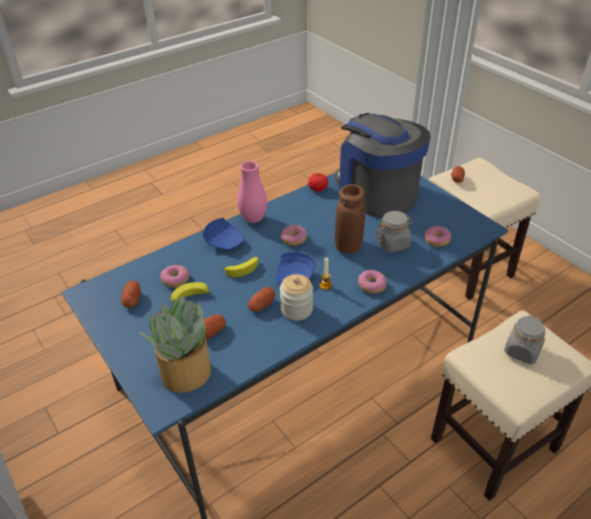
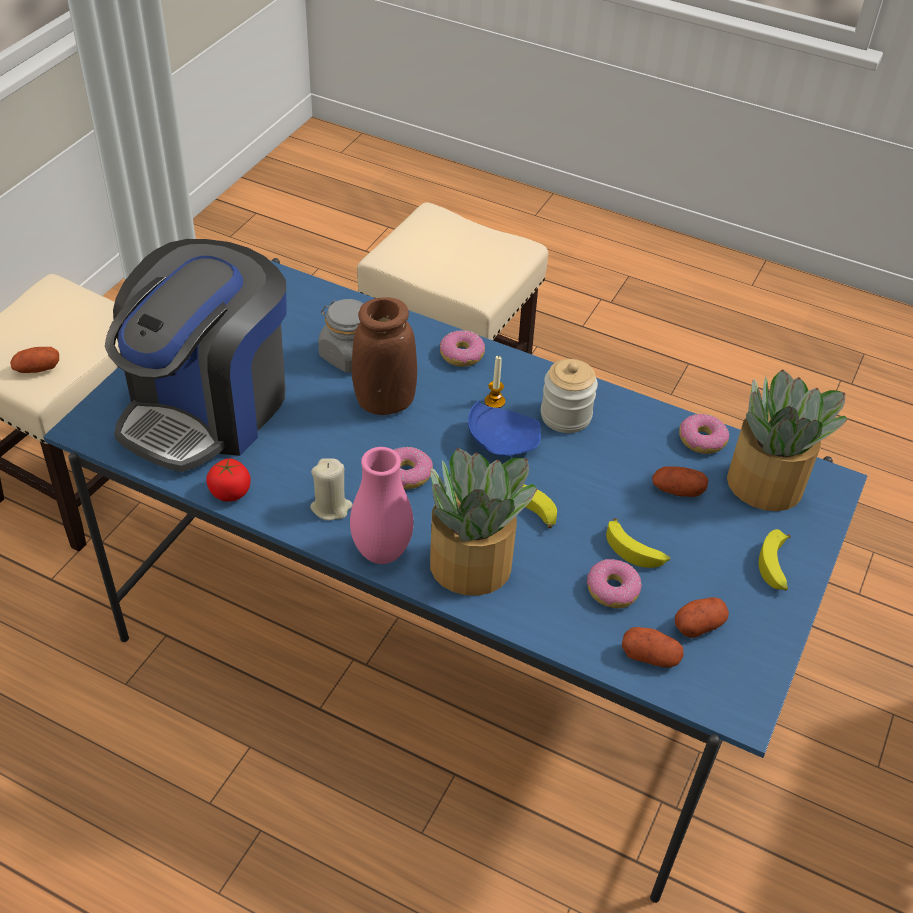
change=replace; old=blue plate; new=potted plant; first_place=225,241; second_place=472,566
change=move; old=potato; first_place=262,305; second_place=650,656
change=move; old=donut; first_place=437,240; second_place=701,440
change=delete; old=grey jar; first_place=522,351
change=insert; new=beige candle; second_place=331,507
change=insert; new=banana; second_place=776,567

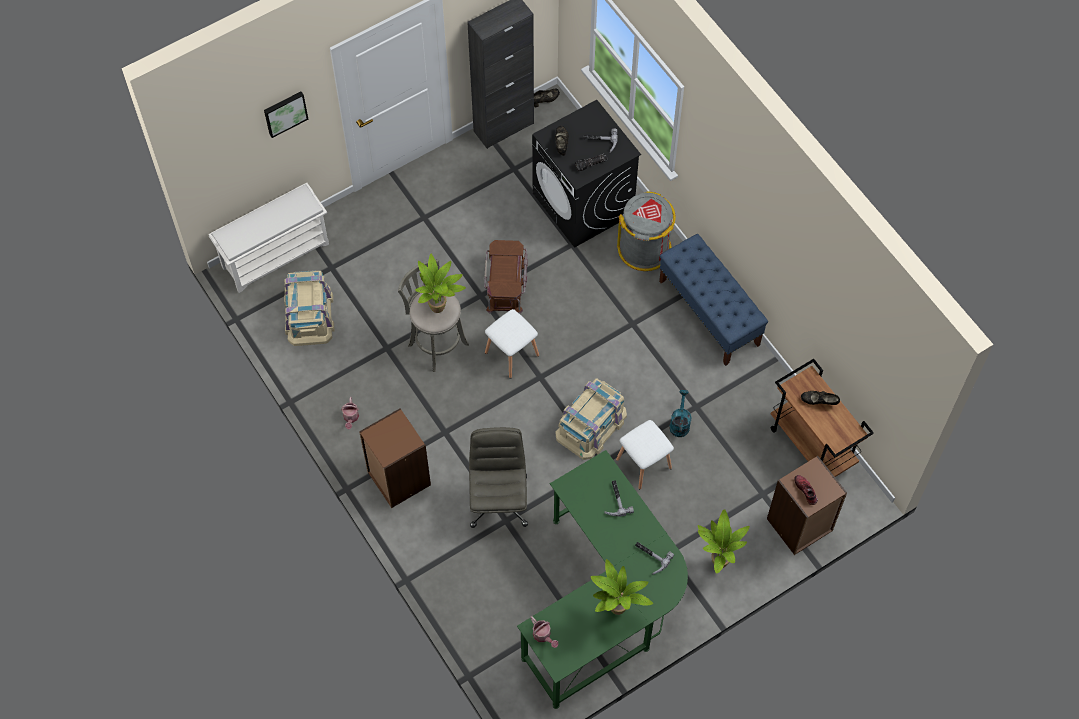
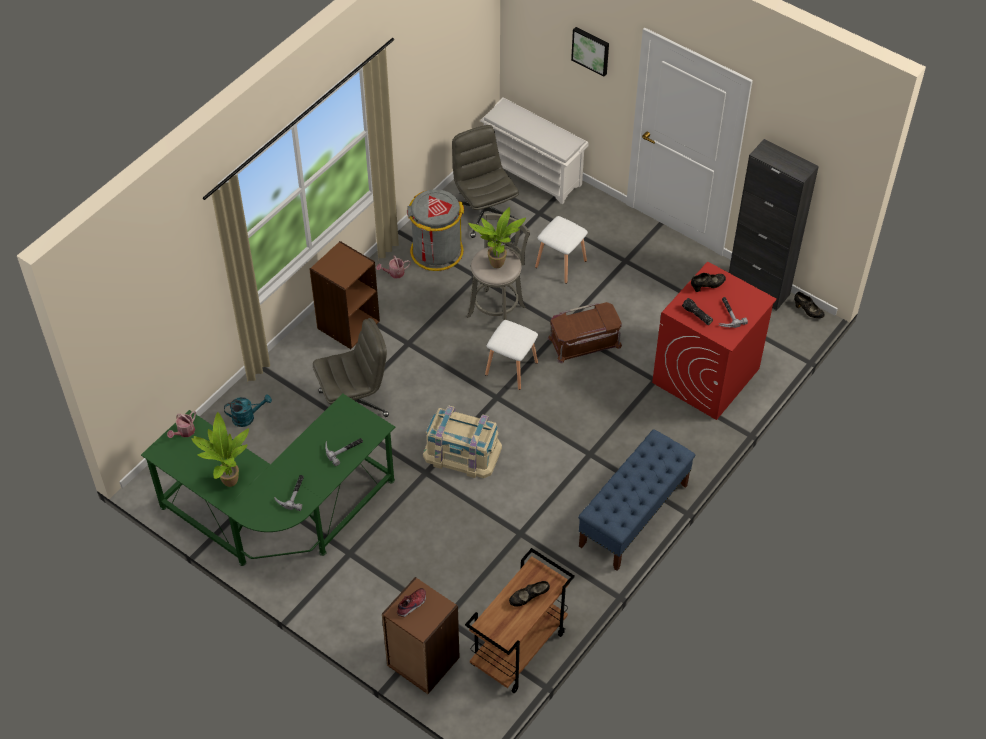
change=replace; old=beige storage box; new=grey office chair; first_place=309,315; second_place=484,213
change=recolor; old=black washing machine; new=red washing machine; first_place=583,204; second_place=705,376
change=move; old=white stool; first_place=644,463; second_place=561,264
change=move; old=grey trash can; first_place=645,248; second_place=436,251
change=move; old=turquoise watering can; first_place=679,423; second_place=247,417
change=delete; old=potted plant; first_place=717,562
change=rotate; old=black shoe; first_place=819,402; second_place=529,598; degrees=-105

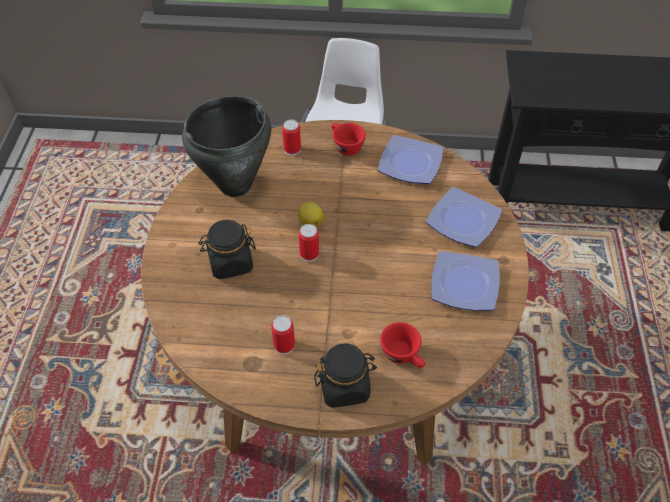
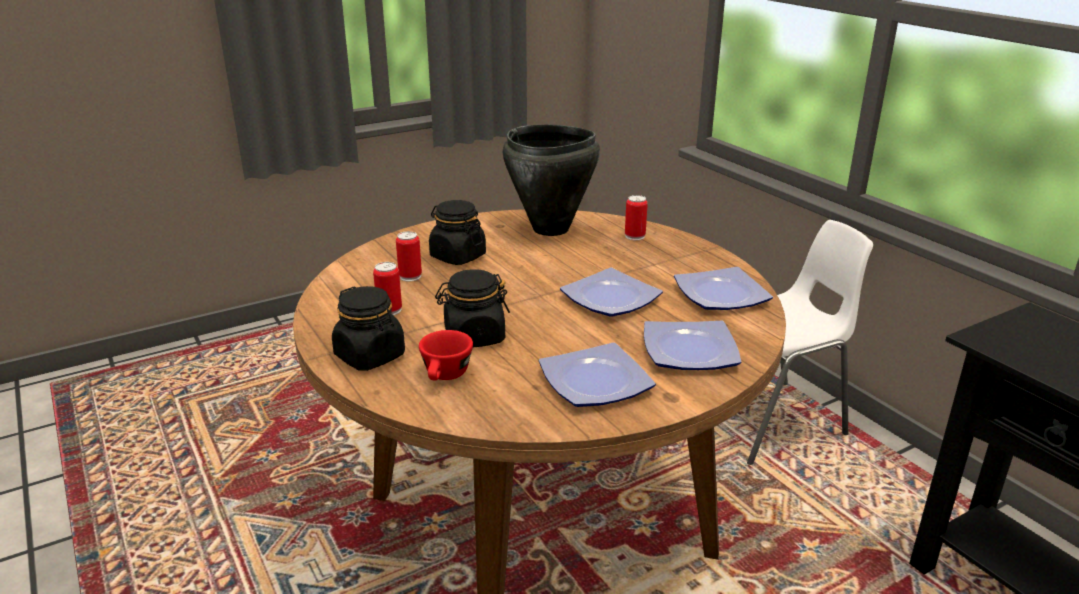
change=delete; old=lemon; first_place=311,222
change=move; old=can; first_place=309,254; second_place=410,276
change=delete; old=red cup; first_place=345,146
change=insert; new=black jar; second_place=474,336
change=insert; new=plate; second_place=612,298

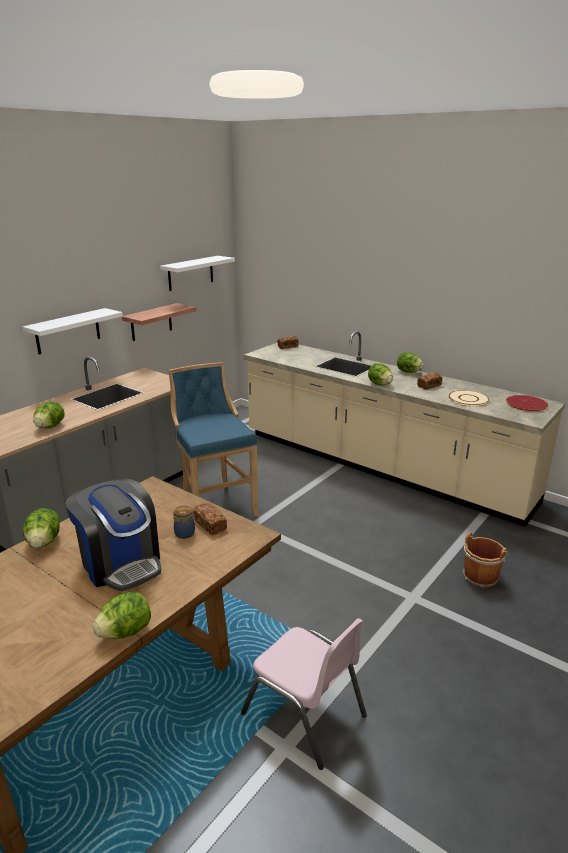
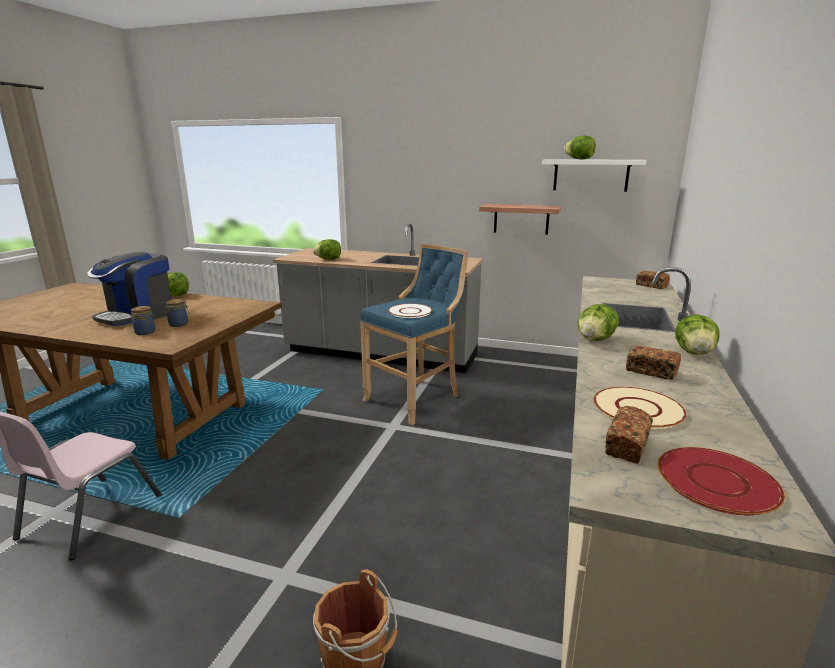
change=delete; old=white shelf; first_place=68,331
change=move; old=lettuce; first_place=125,632; second_place=579,159
change=move; old=bread; first_place=210,525; second_place=627,446
change=insert; new=jar; second_place=145,332
change=insert; new=white plate; second_place=410,312

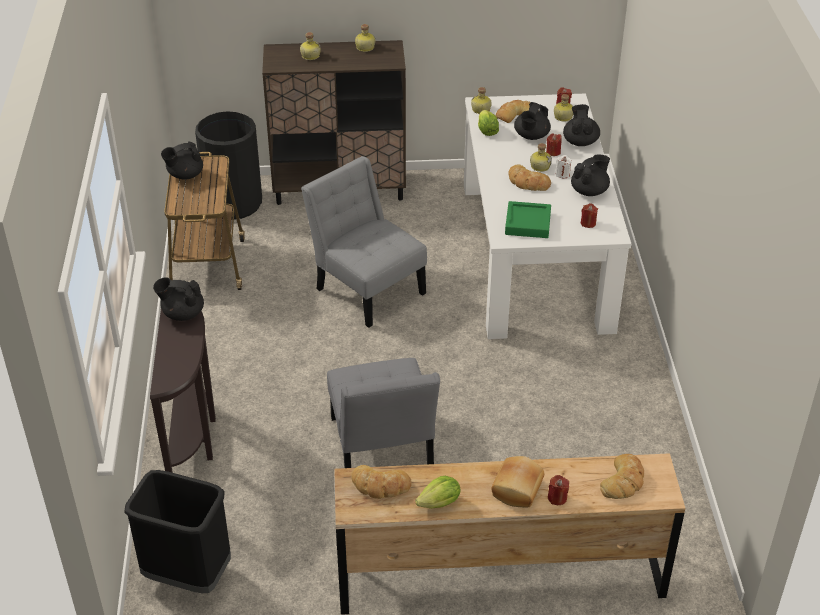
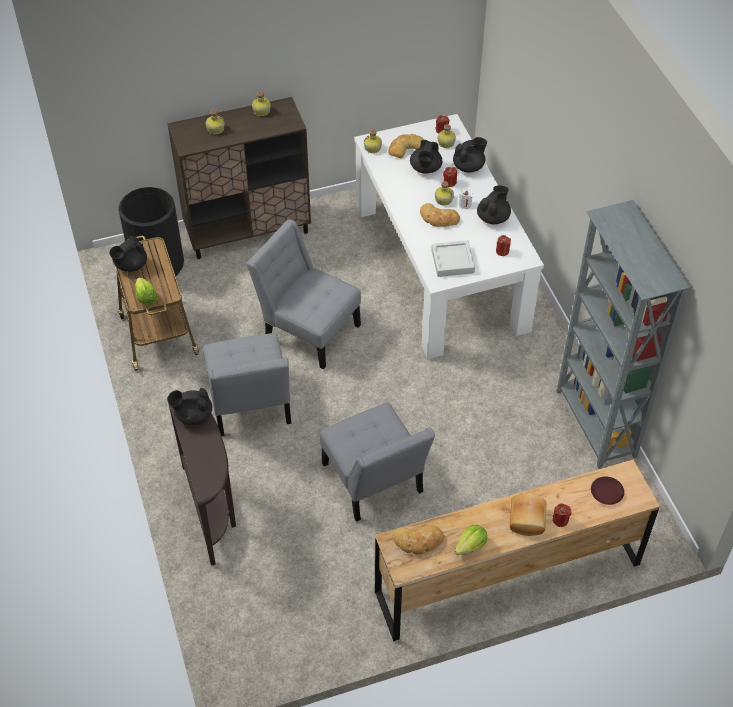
change=delete; old=black trash can; first_place=187,575
change=move; old=lettuce; first_place=487,130; second_place=146,297
change=recolor; old=green tray; new=grey tray; first_place=527,223; second_place=452,261
change=rotate; old=black teapot; first_place=580,141; second_place=469,167; degrees=75
change=replace; old=bread; new=brown plate; first_place=624,481; second_place=606,492
change=insert; new=grey chair; second_place=250,406
change=insert; new=grey bookcase; second_place=595,424

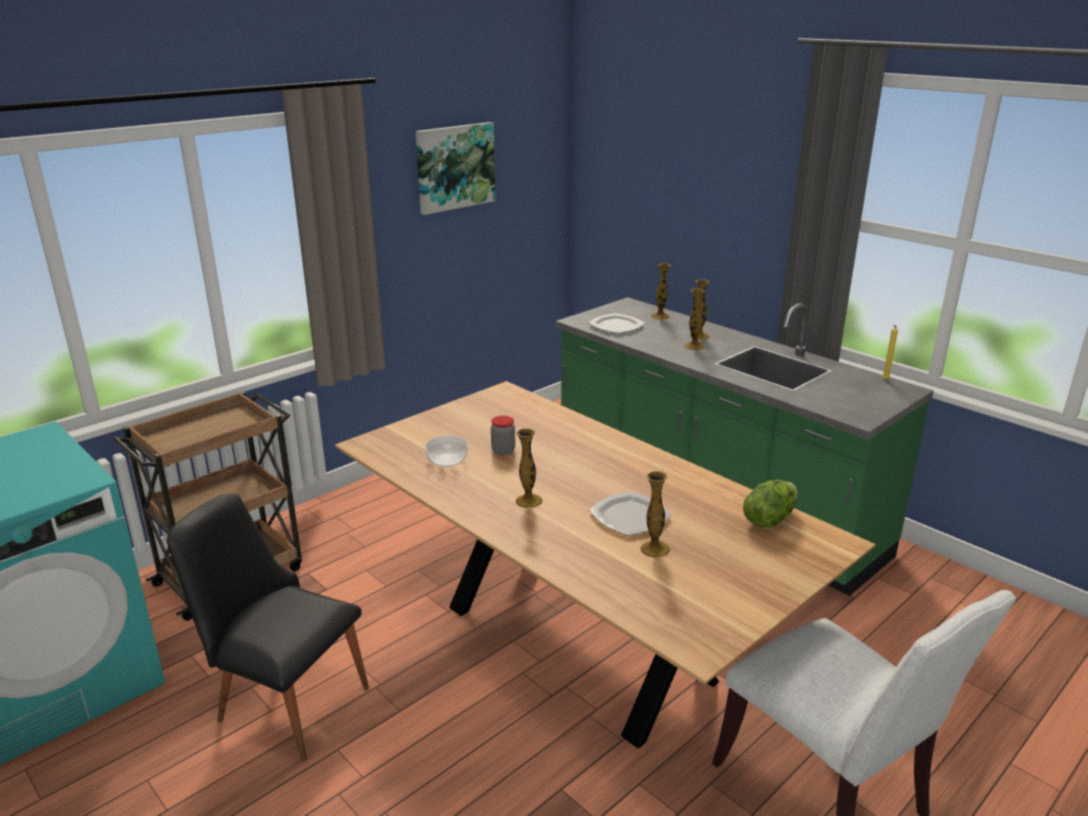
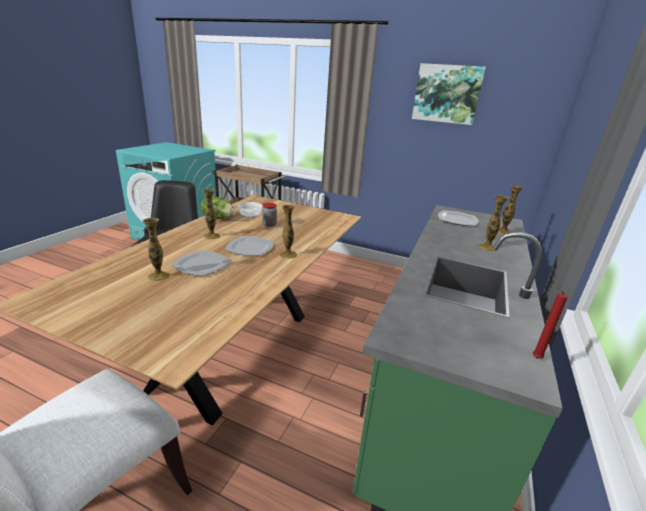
change=move; old=vase; first_place=694,346; second_place=288,255
change=move; old=lettuce; first_place=768,519; second_place=218,218
change=recolor; old=yellow candle; new=red candle; first_place=885,380; second_place=534,357
change=insert; new=plate; second_place=249,248

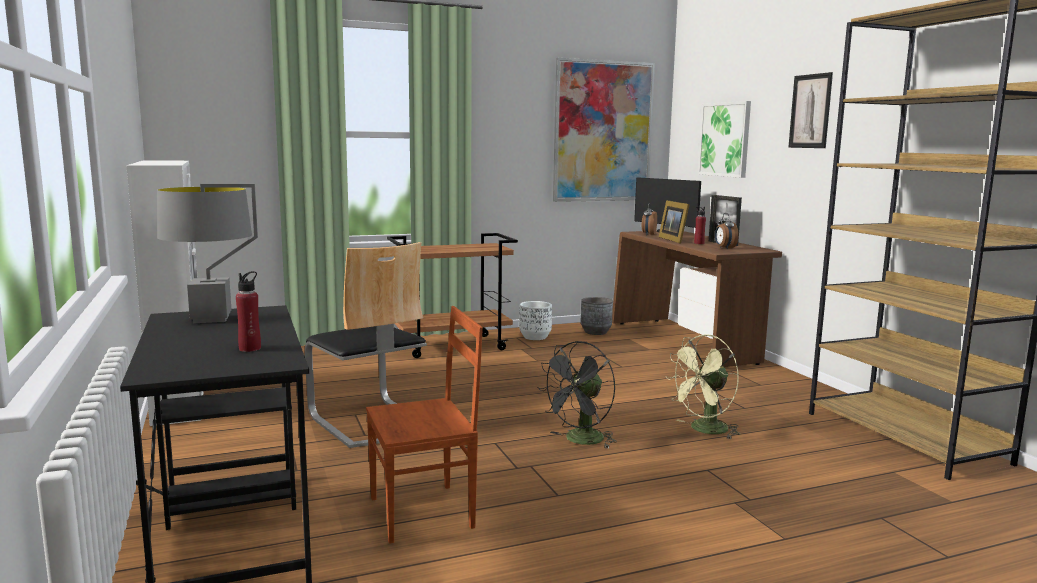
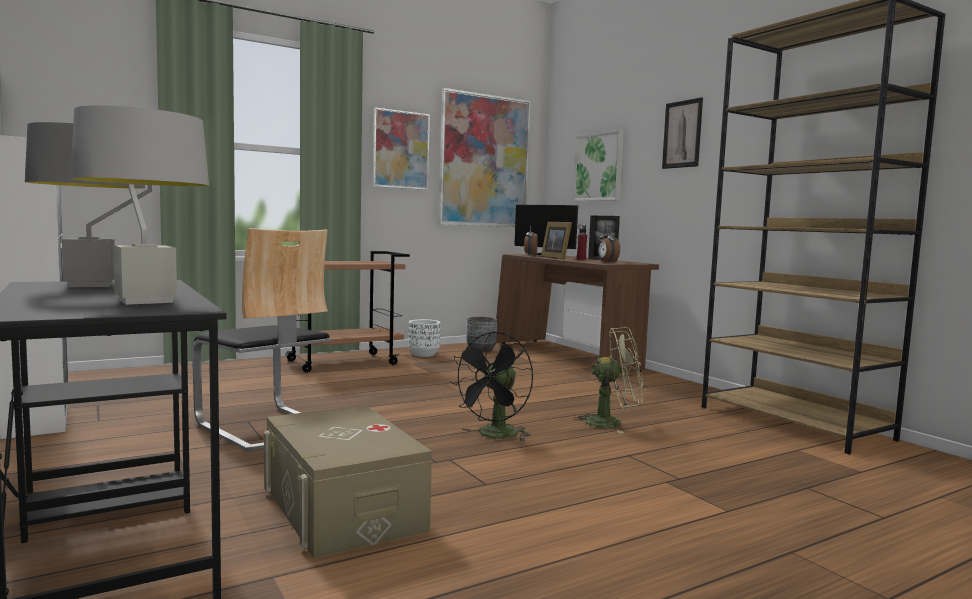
change=replace; old=red bottle; new=grey table lamp; first_place=250,348; second_place=145,301
change=replace; old=brown chair; new=beige storage box; first_place=424,513; second_place=343,508
change=rotate; old=green fan; first_place=704,430; second_place=612,423; degrees=-135
change=insert; new=picture; second_place=401,150

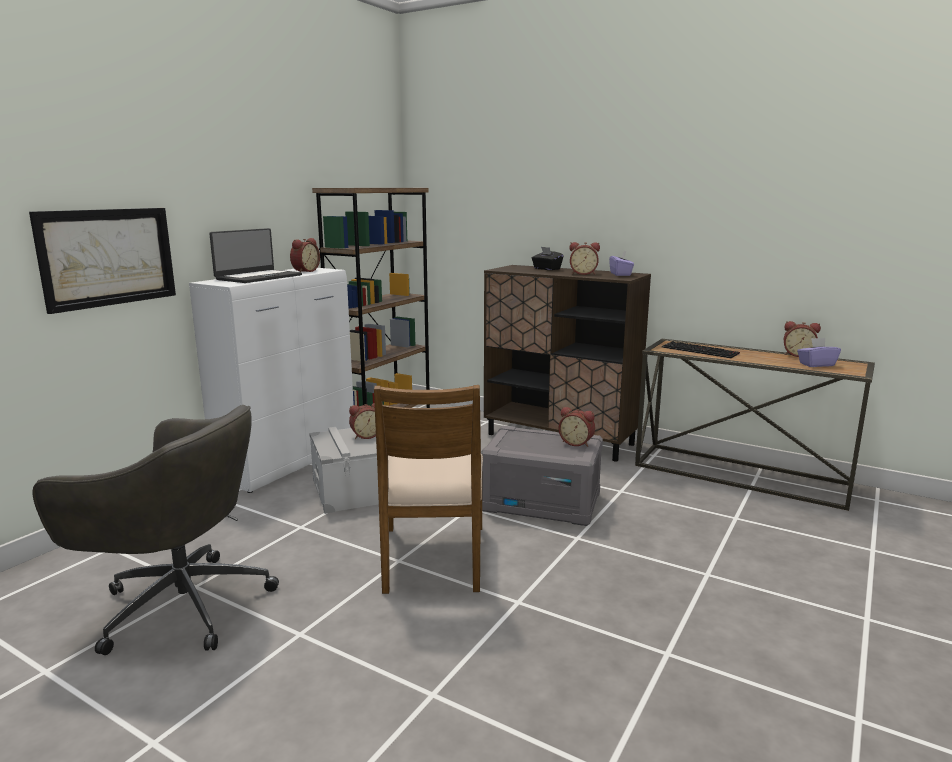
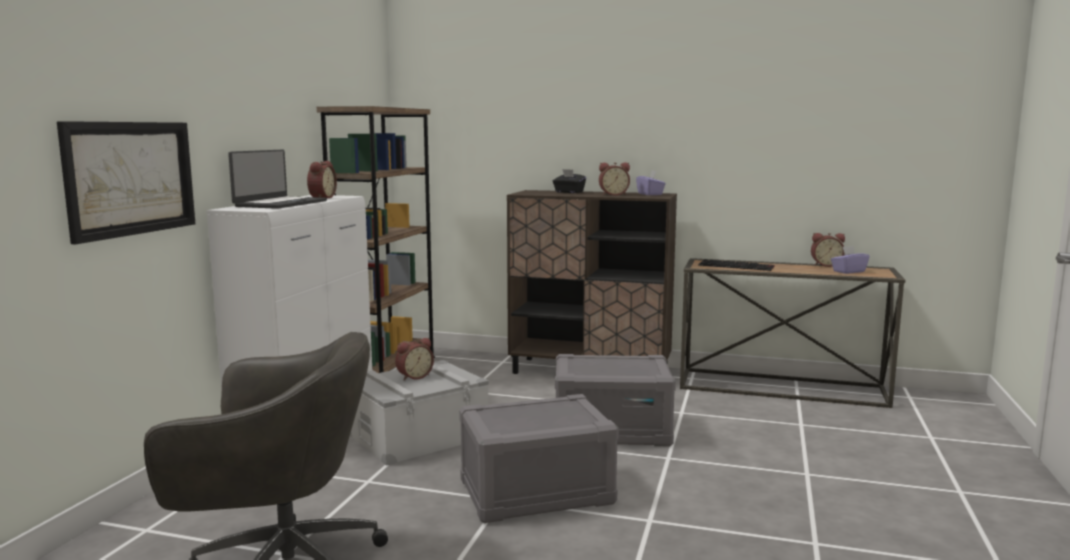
change=replace; old=brown chair; new=grey storage box; first_place=432,558; second_place=536,493
change=delete; old=alarm clock; first_place=576,443

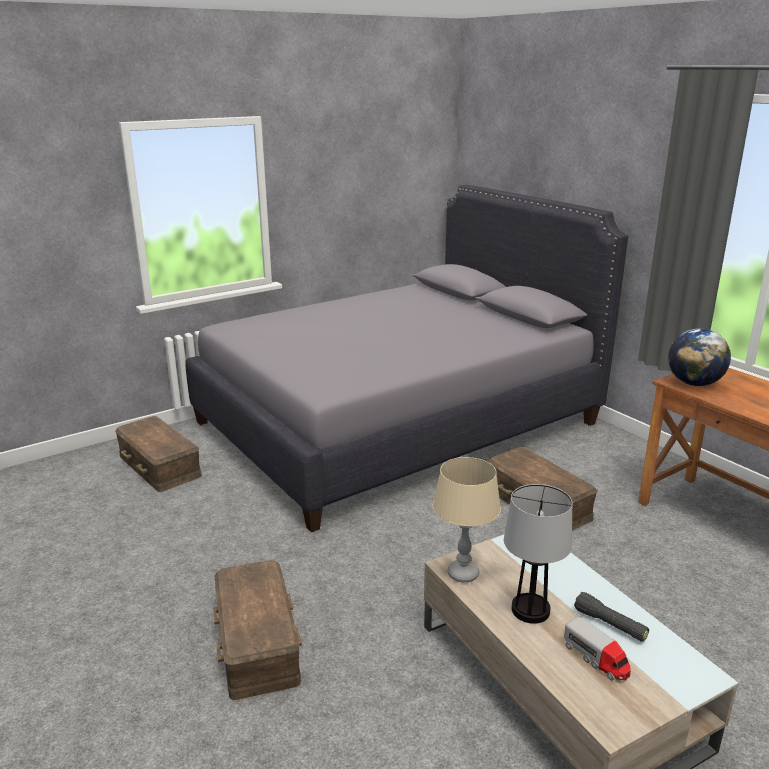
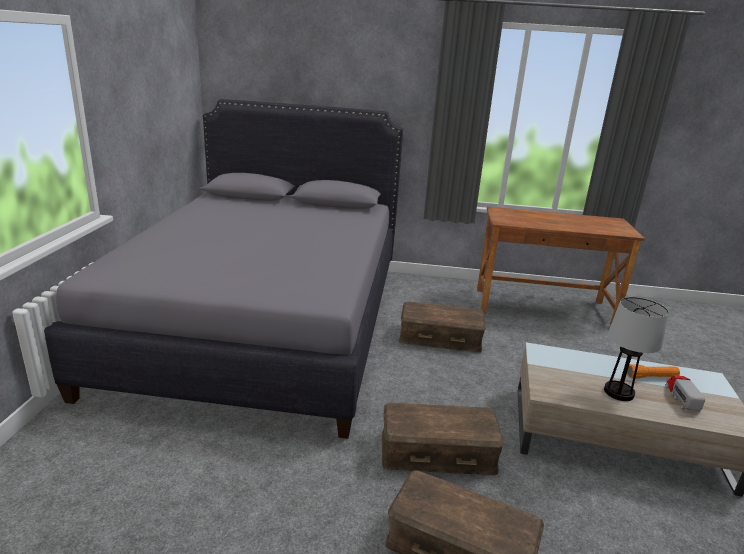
change=move; old=brown storage box; first_place=160,465; second_place=438,451
change=delete; old=beige table lamp; first_place=463,573
change=rotate; old=toy truck; first_place=596,659; second_place=681,398; degrees=-90
change=recolor; old=black flashlight; new=orange flashlight; first_place=610,624; second_place=651,377
change=delete; old=globe; first_place=694,383

